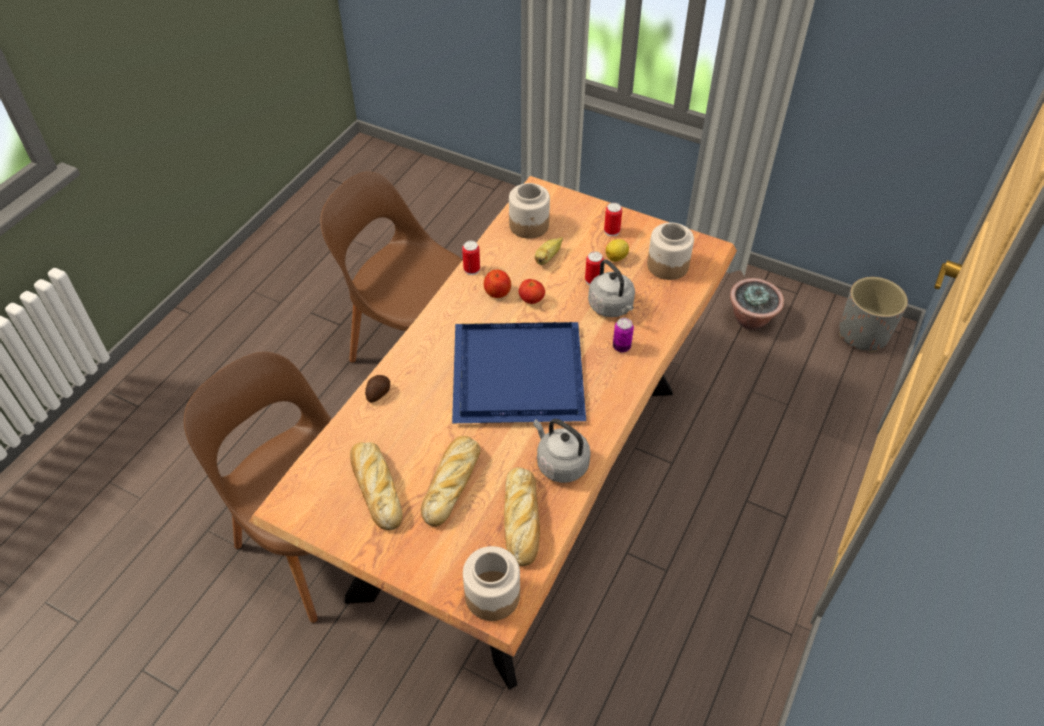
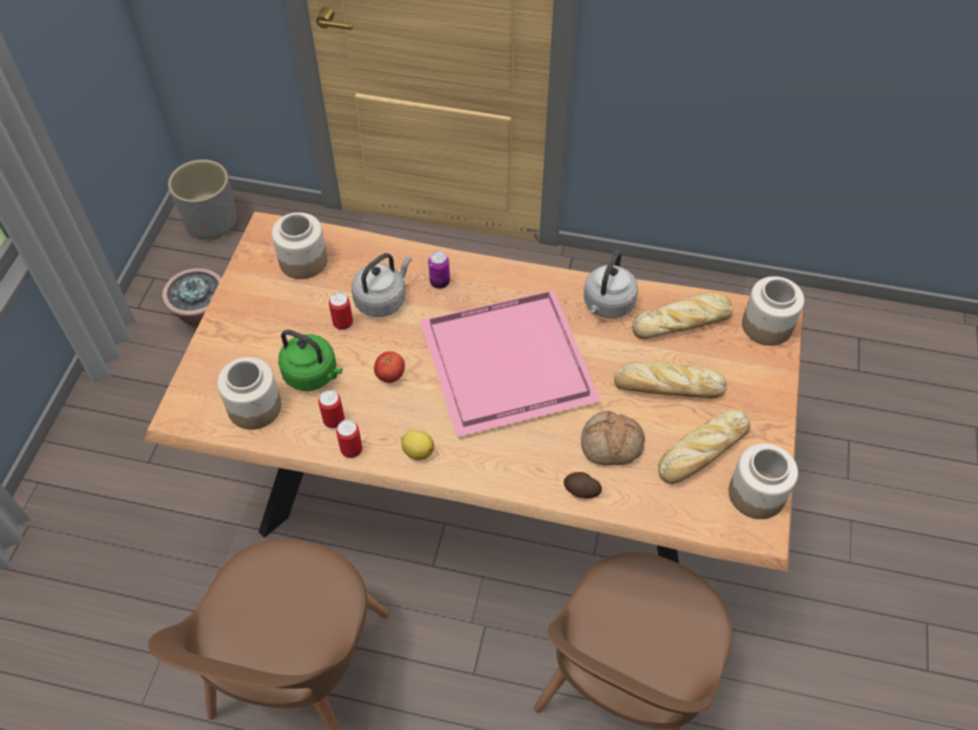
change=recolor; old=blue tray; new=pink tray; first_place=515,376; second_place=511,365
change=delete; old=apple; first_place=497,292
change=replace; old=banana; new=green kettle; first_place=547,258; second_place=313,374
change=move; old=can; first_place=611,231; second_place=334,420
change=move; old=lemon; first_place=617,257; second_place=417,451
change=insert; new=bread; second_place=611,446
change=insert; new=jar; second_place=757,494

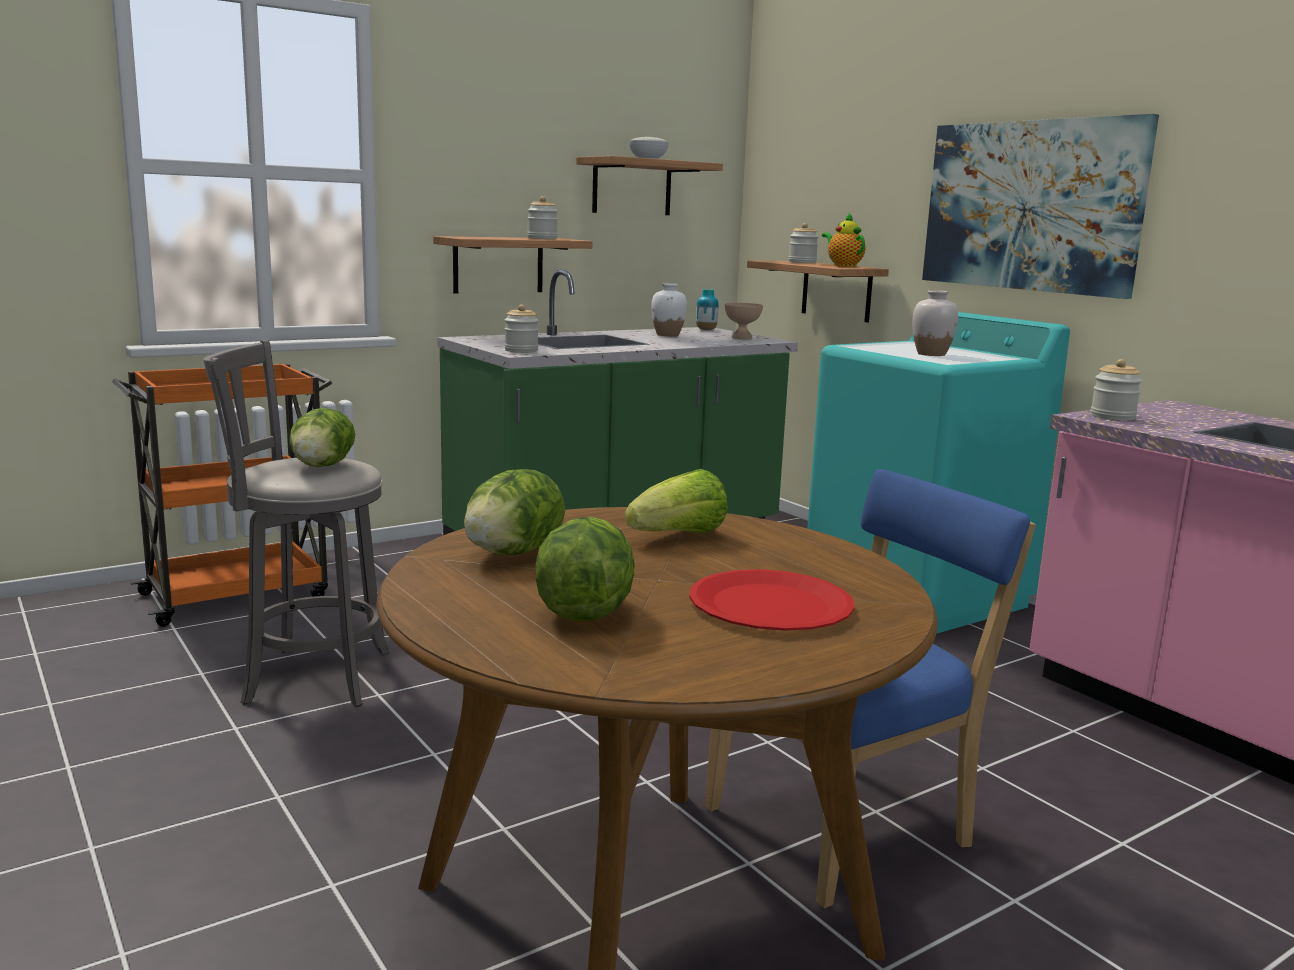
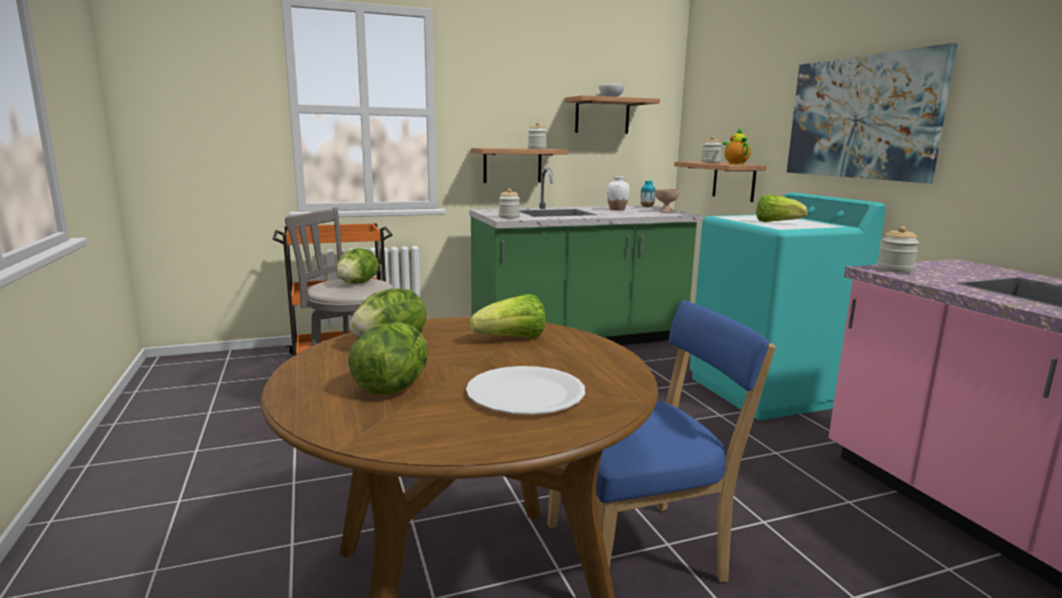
change=recolor; old=red plate; new=white plate; first_place=771,605; second_place=526,393
change=replace; old=white vase; new=lettuce; first_place=931,354; second_place=776,222

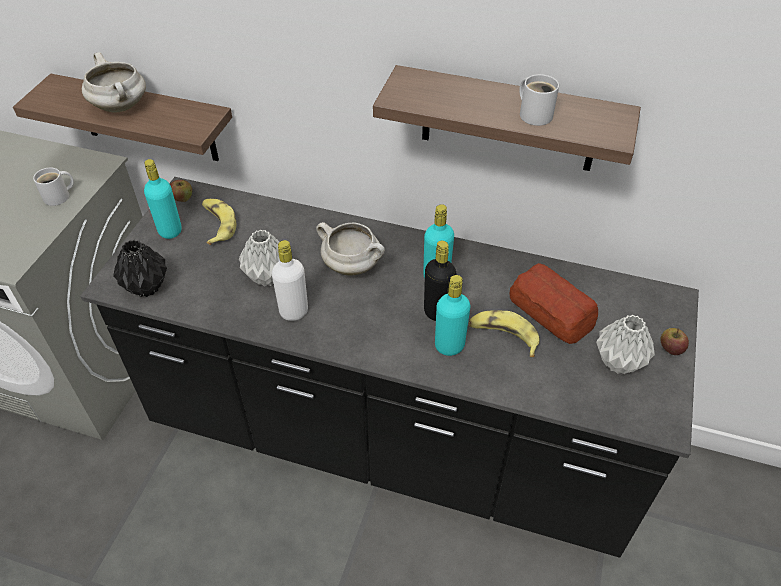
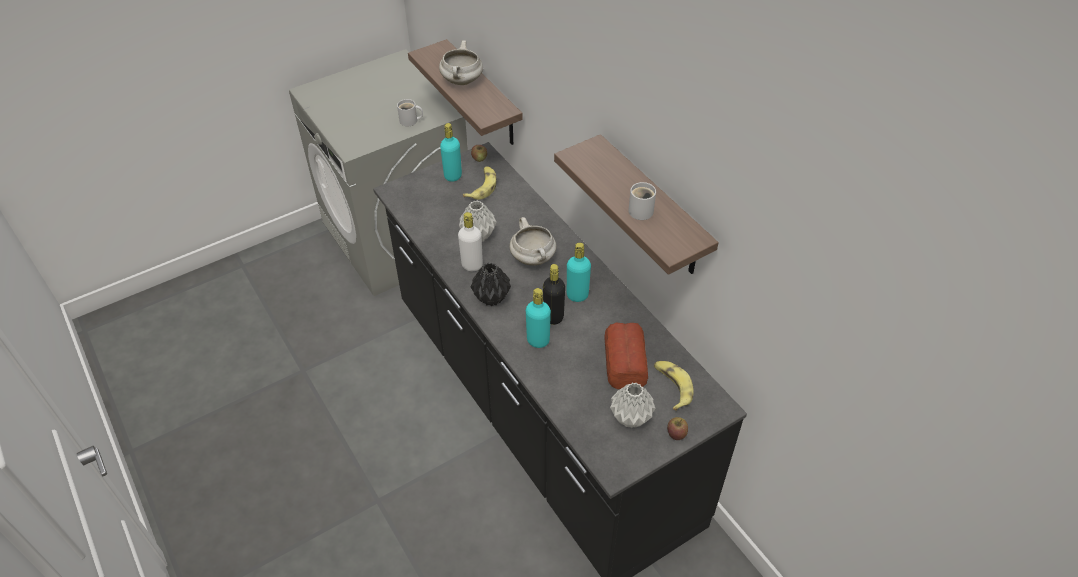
change=move; old=black vase; first_place=147,287; second_place=492,298
change=move; old=banana; first_place=503,336; second_place=672,386

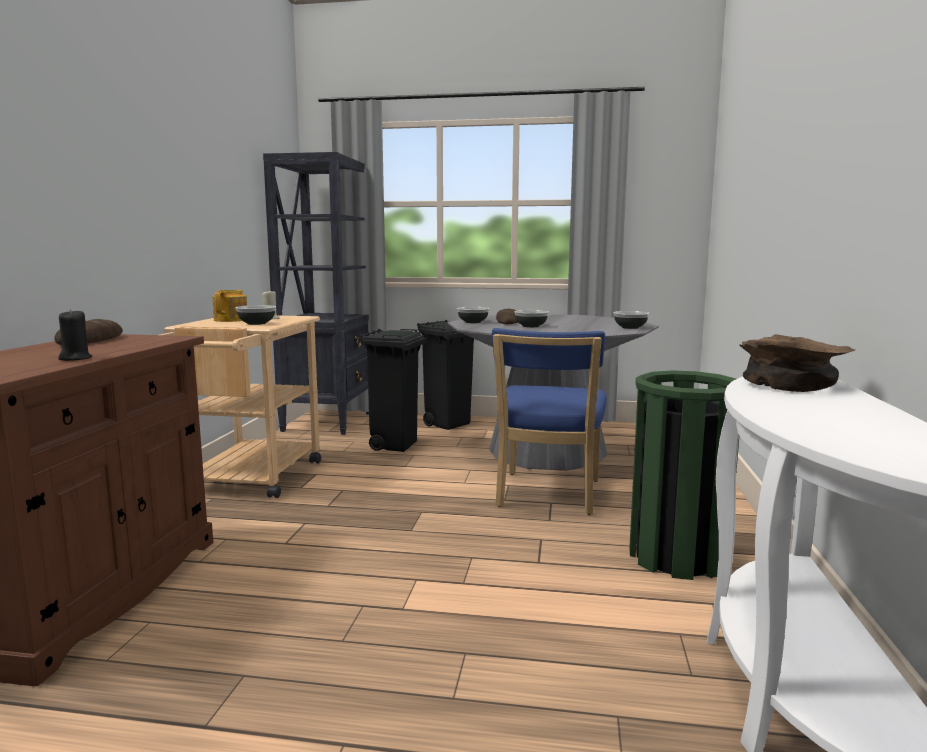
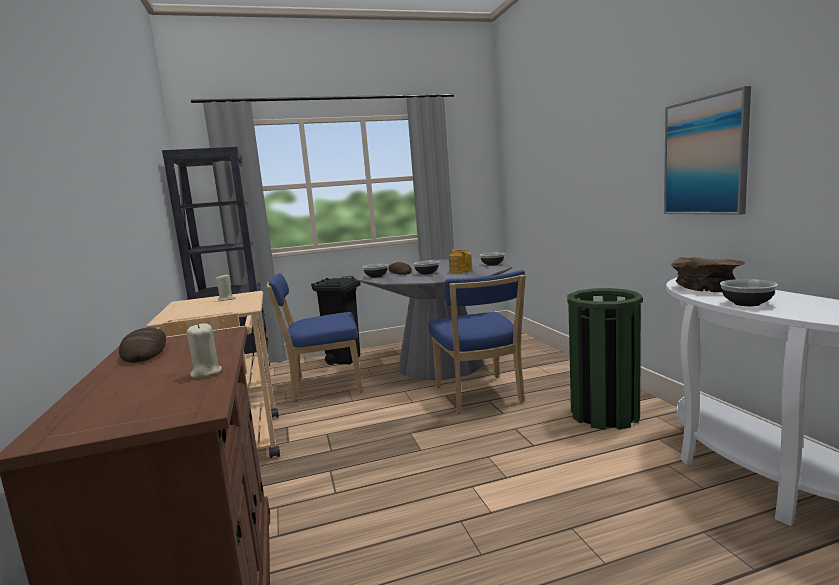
change=recolor; old=black candle; new=beige candle; first_place=75,358; second_place=206,373
change=move; old=teapot; first_place=231,320; second_place=461,270
change=move; old=bowl; first_place=257,323; second_place=746,303
change=replace; old=black trash can; new=blue chair; first_place=395,445; second_place=323,386
change=insert; new=picture; second_place=705,156

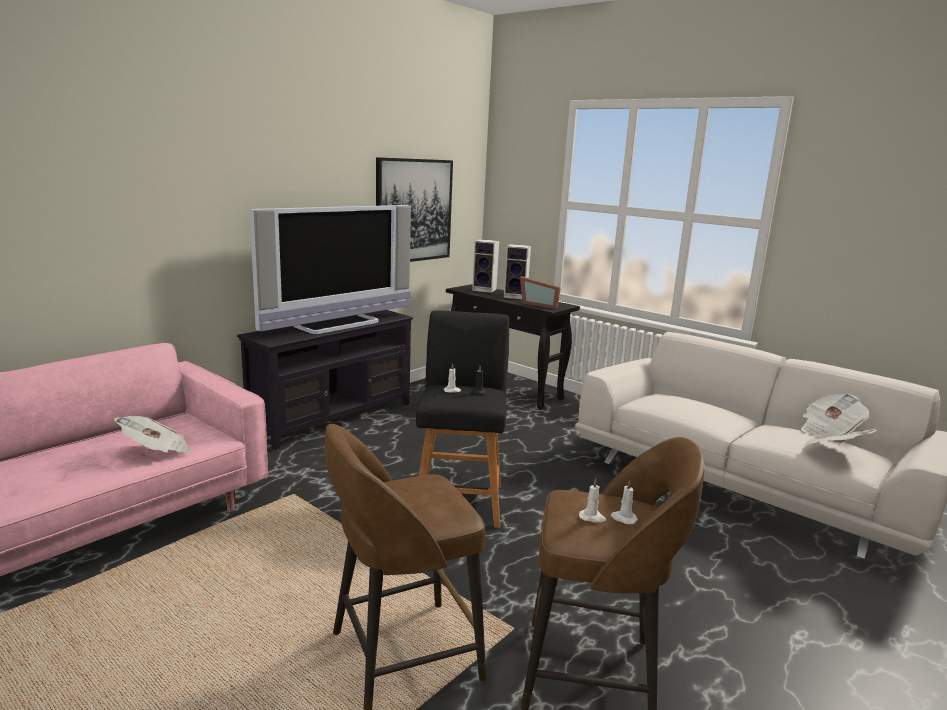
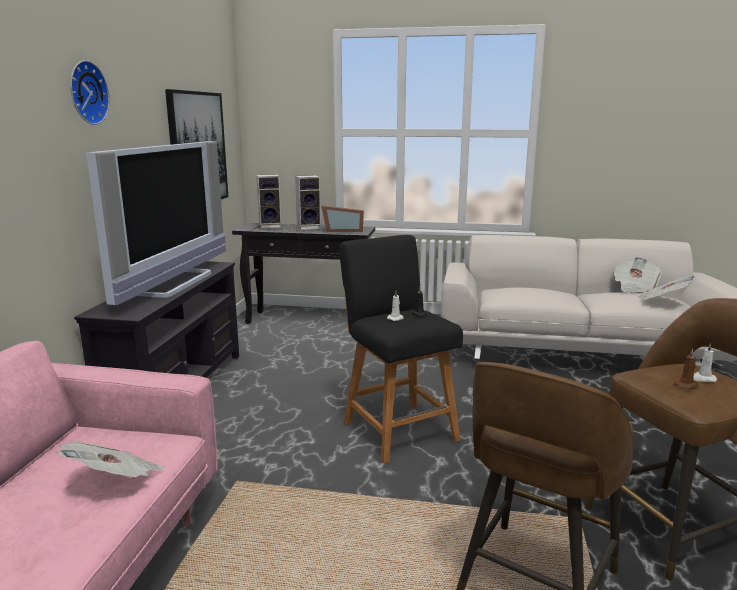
change=recolor; old=white candle; new=brown candle; first_place=592,517; second_place=687,385
change=insert; new=wall clock; second_place=85,93

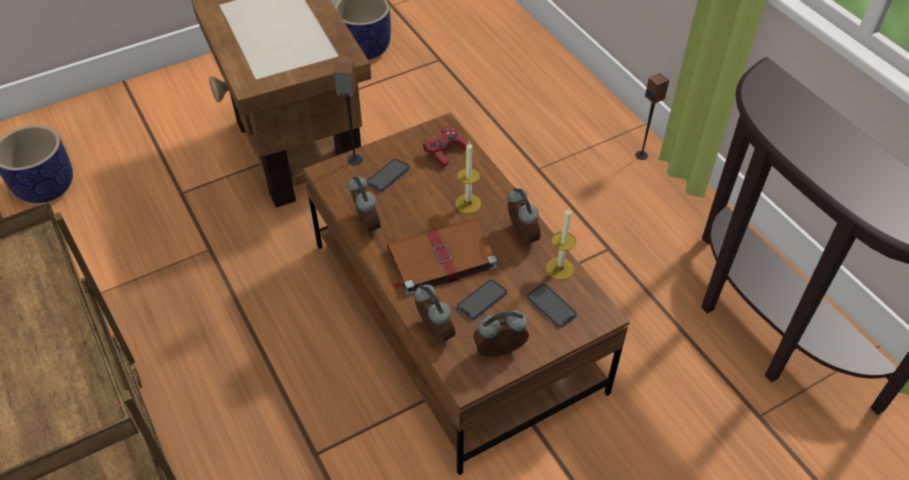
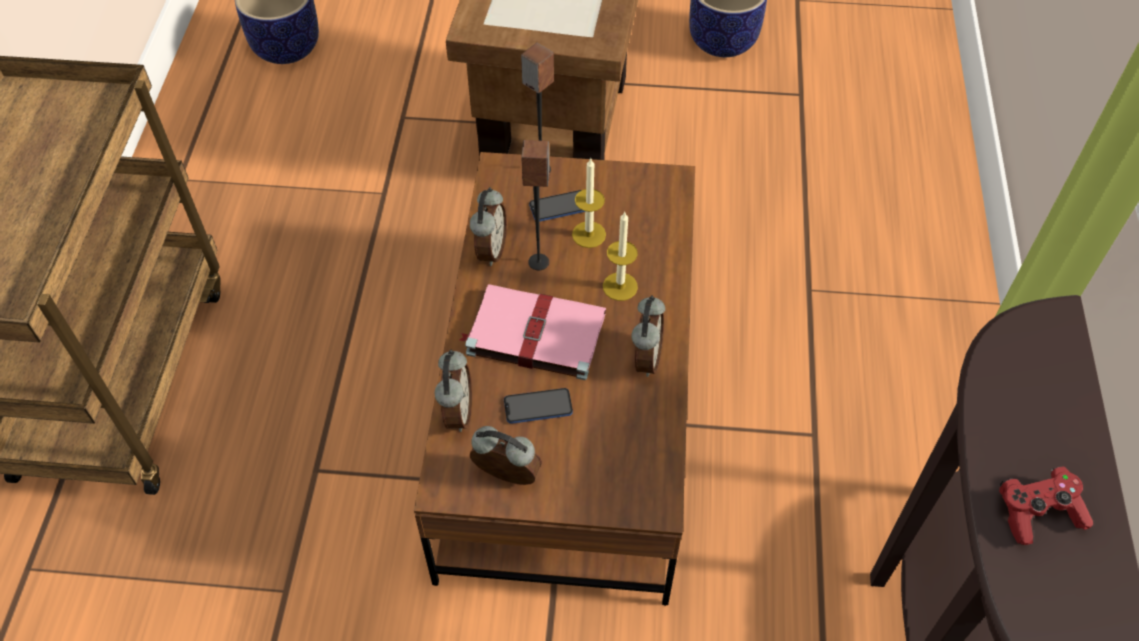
change=recolor; old=brown book; new=pink book; first_place=439,259; second_place=533,333
change=move; old=red game controller; first_place=445,152; second_place=1038,512
change=delete; old=phone; first_place=551,306
change=move; old=candle; first_place=559,268; second_place=589,234
change=move; old=speaker; first_place=641,155; second_place=539,262

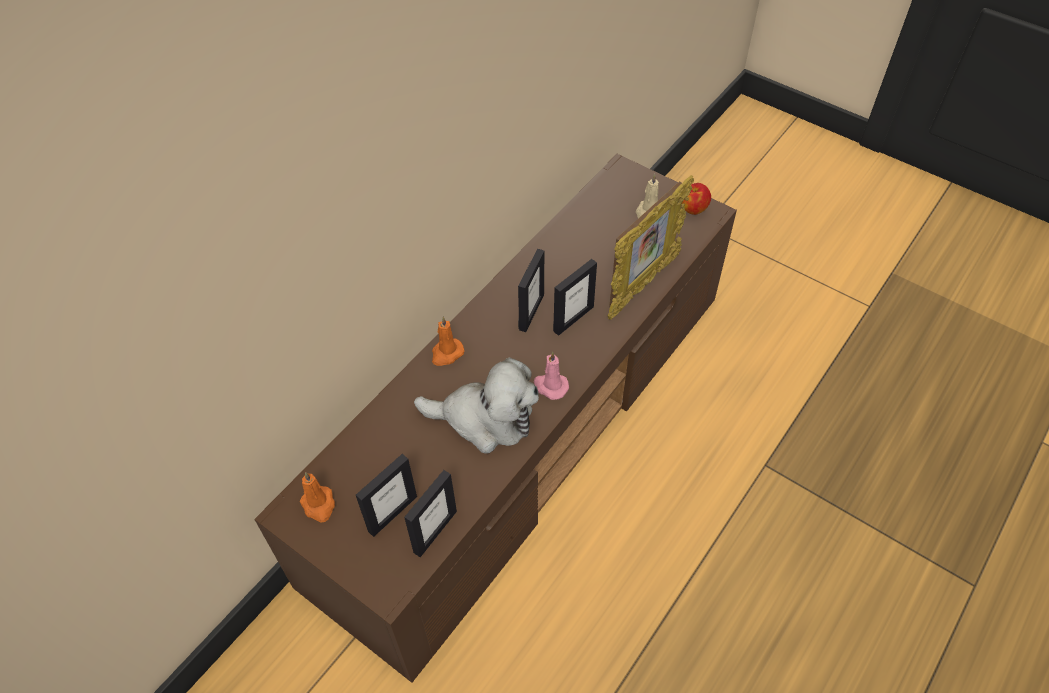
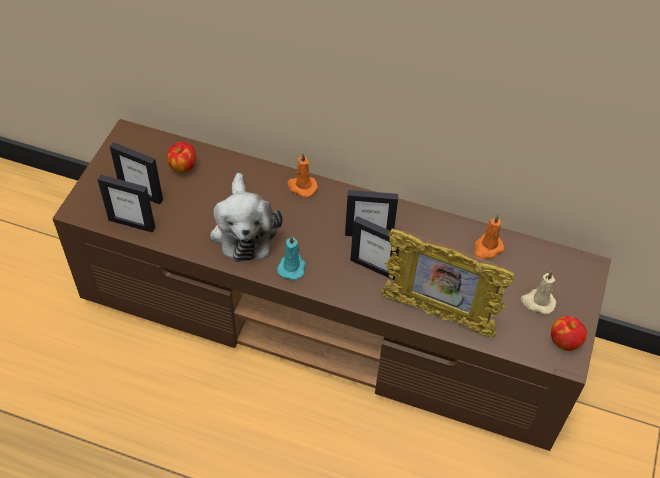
change=move; old=orange candle; first_place=319,505; second_place=487,248
change=recolor; old=pink candle; new=turquoise candle; first_place=550,386; second_place=292,266
change=insert; new=apple; second_place=183,167

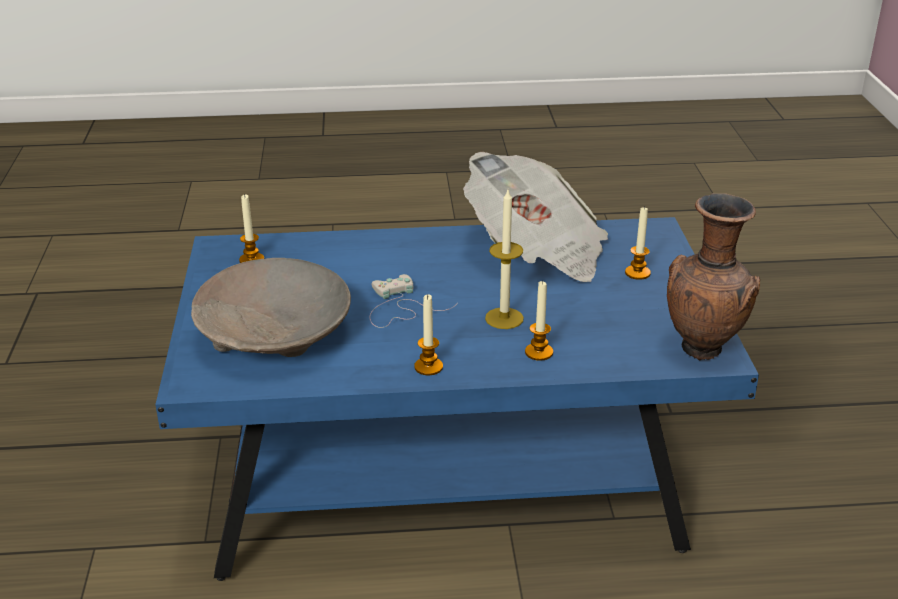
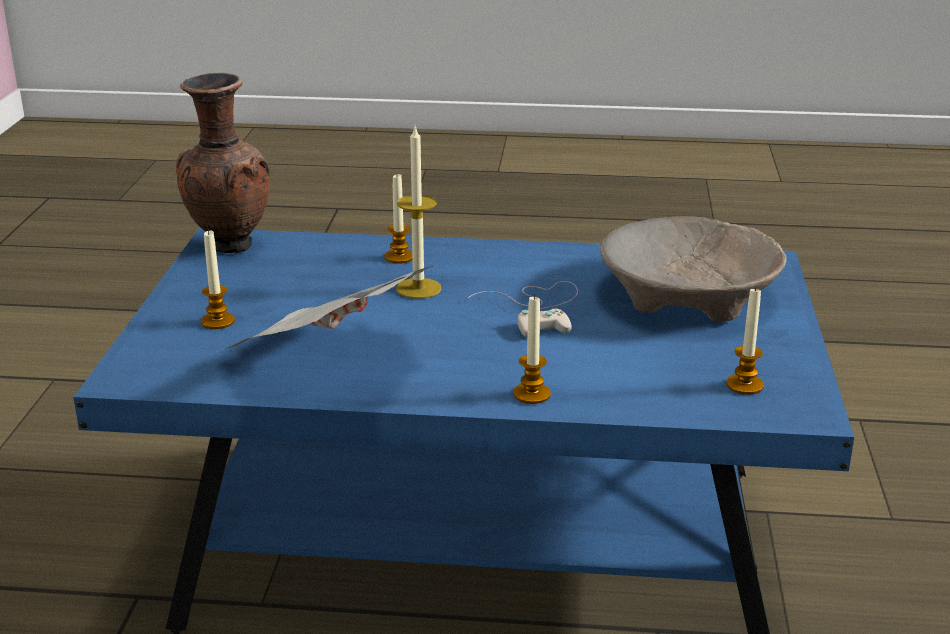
change=move; old=candle; first_place=428,367; second_place=532,394

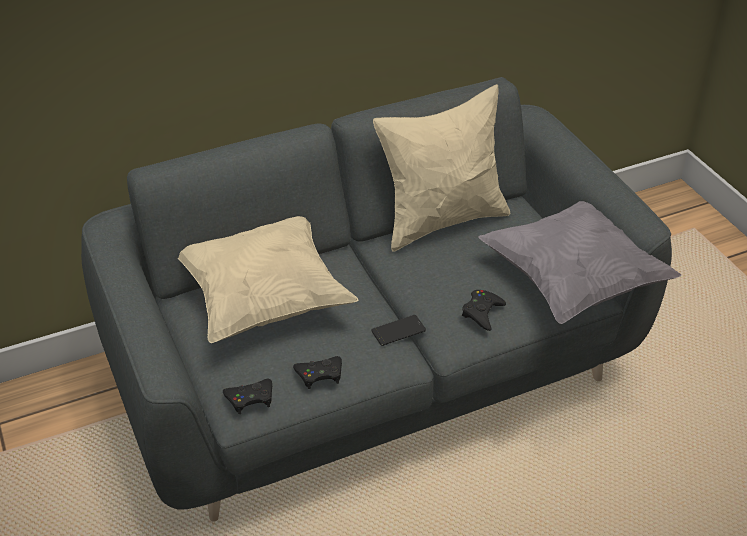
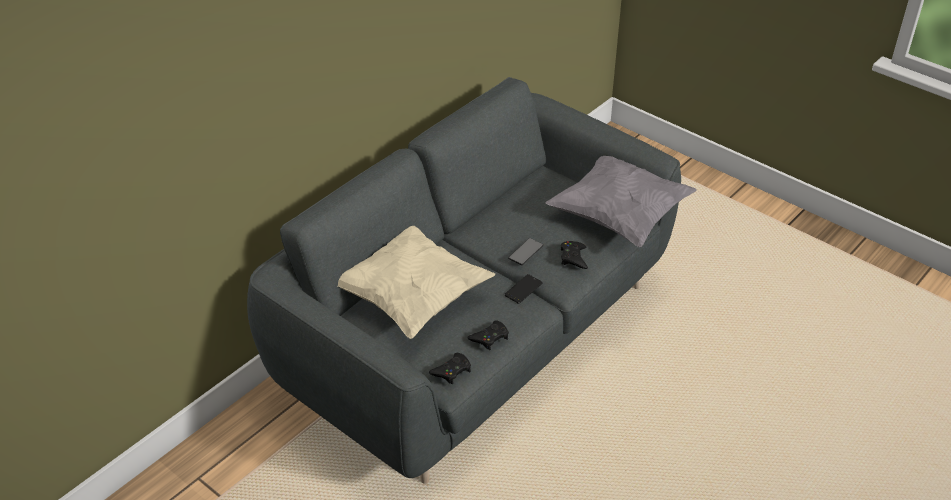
change=delete; old=beige pillow; first_place=442,220
change=insert; new=phone; second_place=525,252

